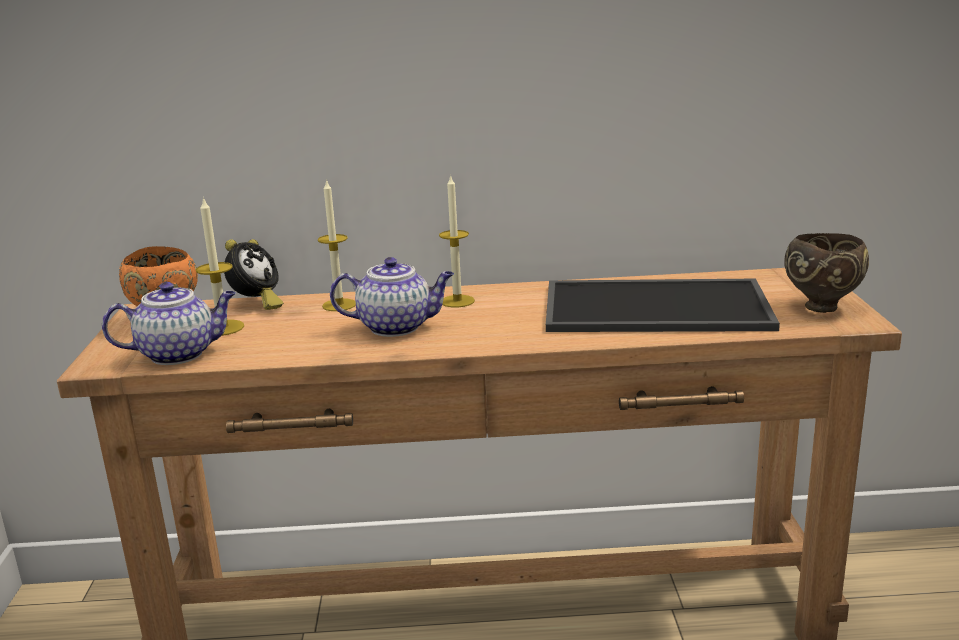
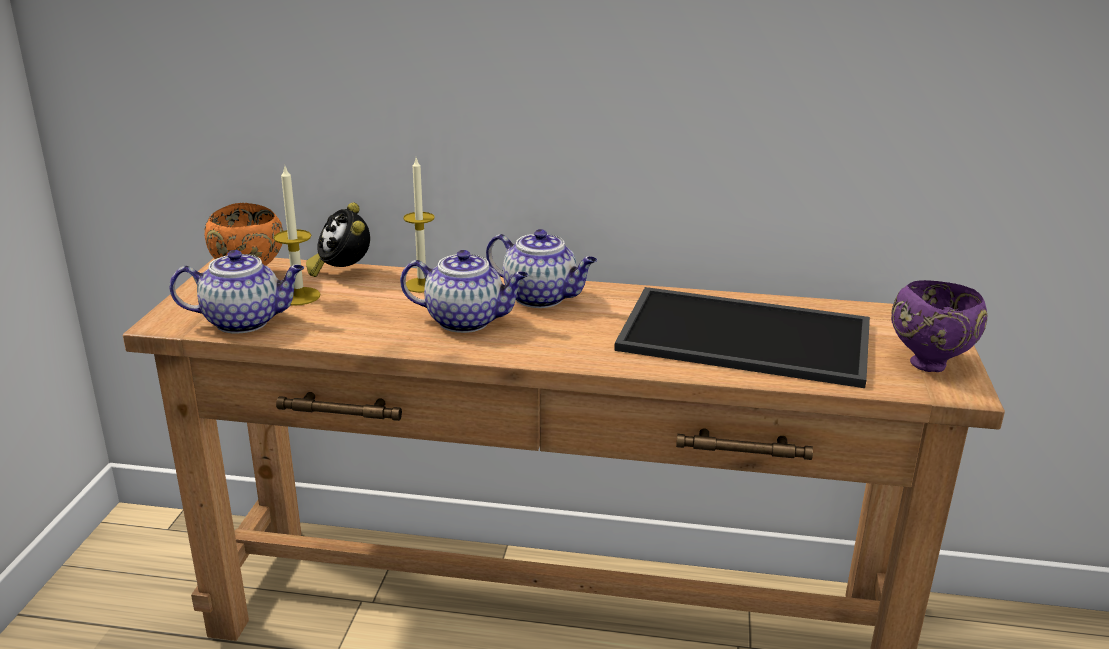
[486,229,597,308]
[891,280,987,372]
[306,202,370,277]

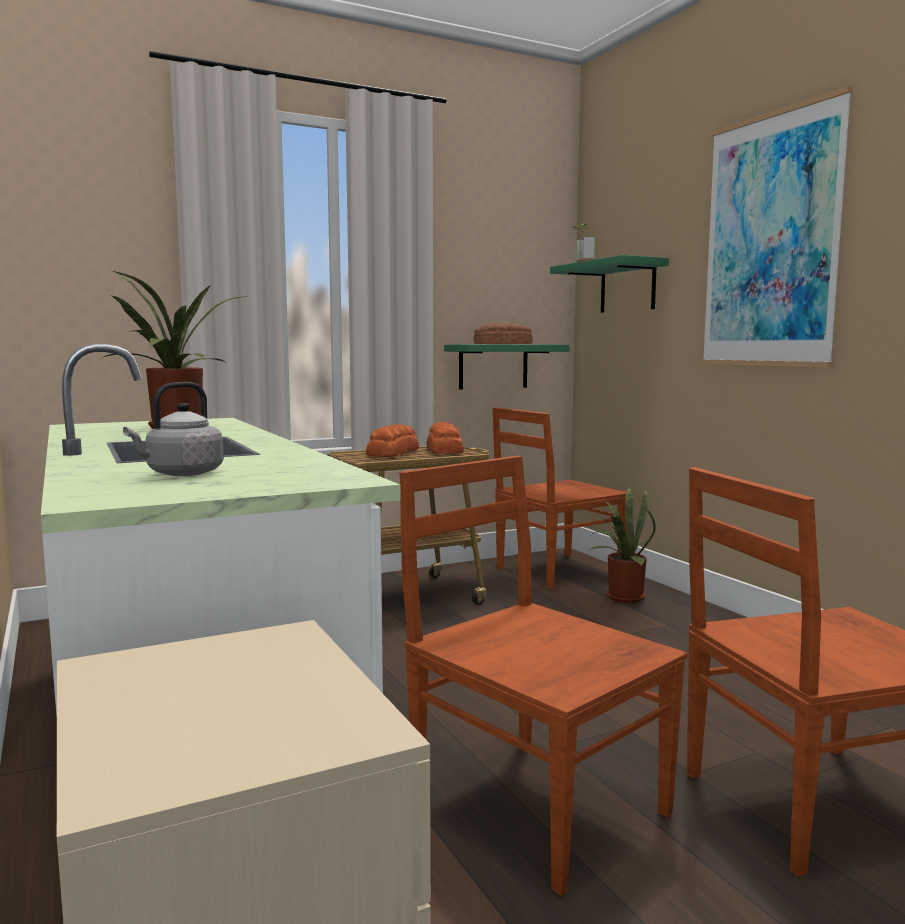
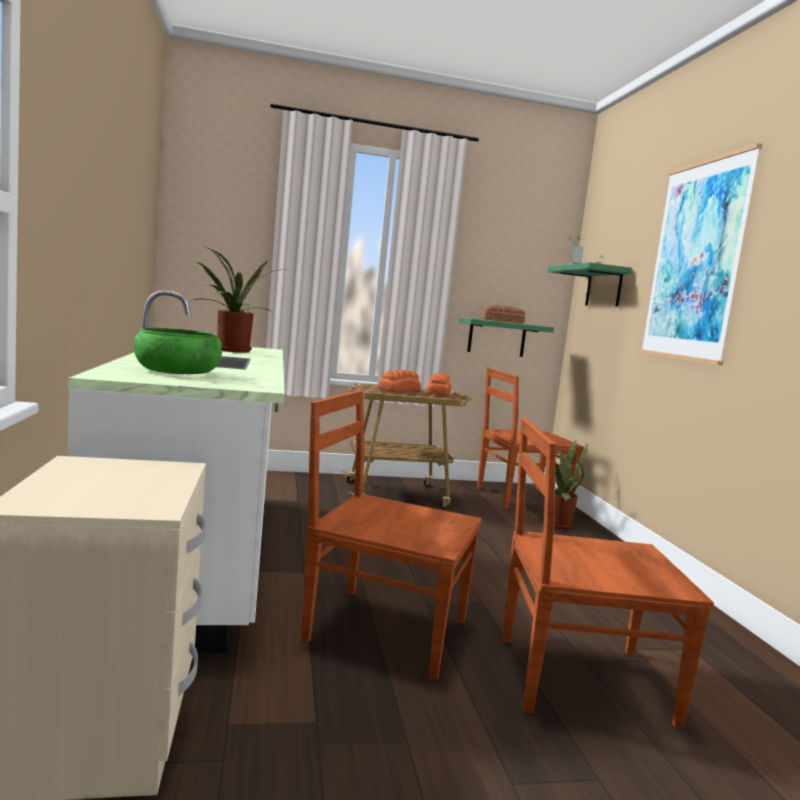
[134,328,222,374]
[301,390,482,680]

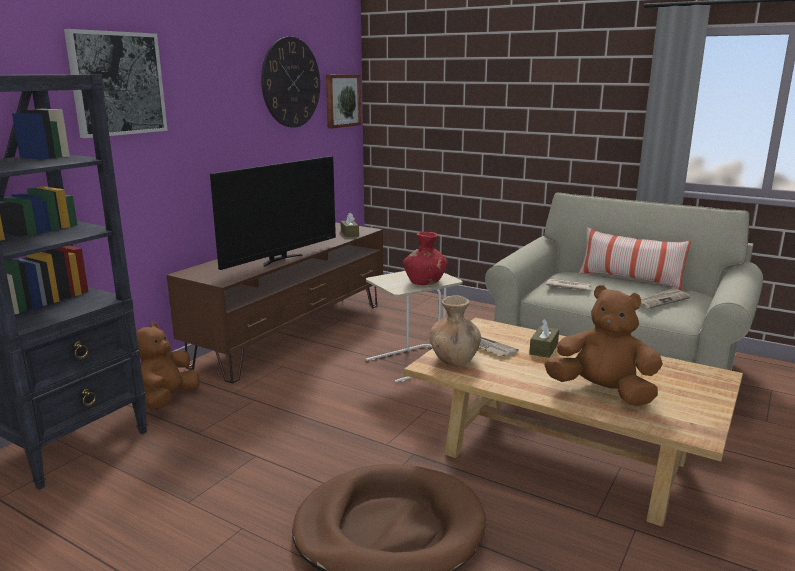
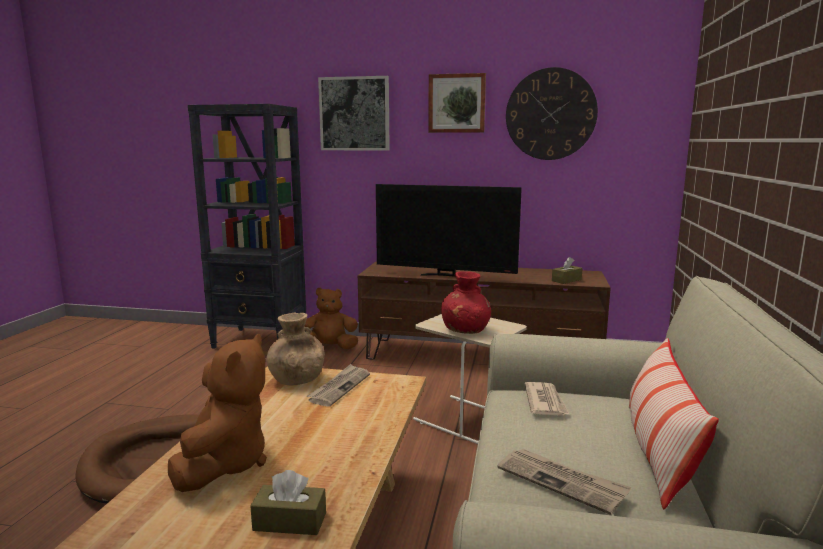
[428,73,486,133]
[250,470,326,535]

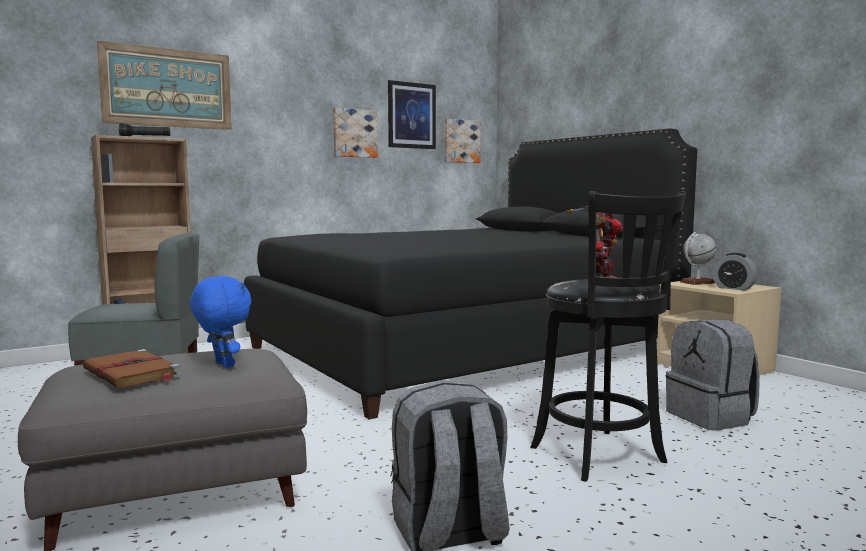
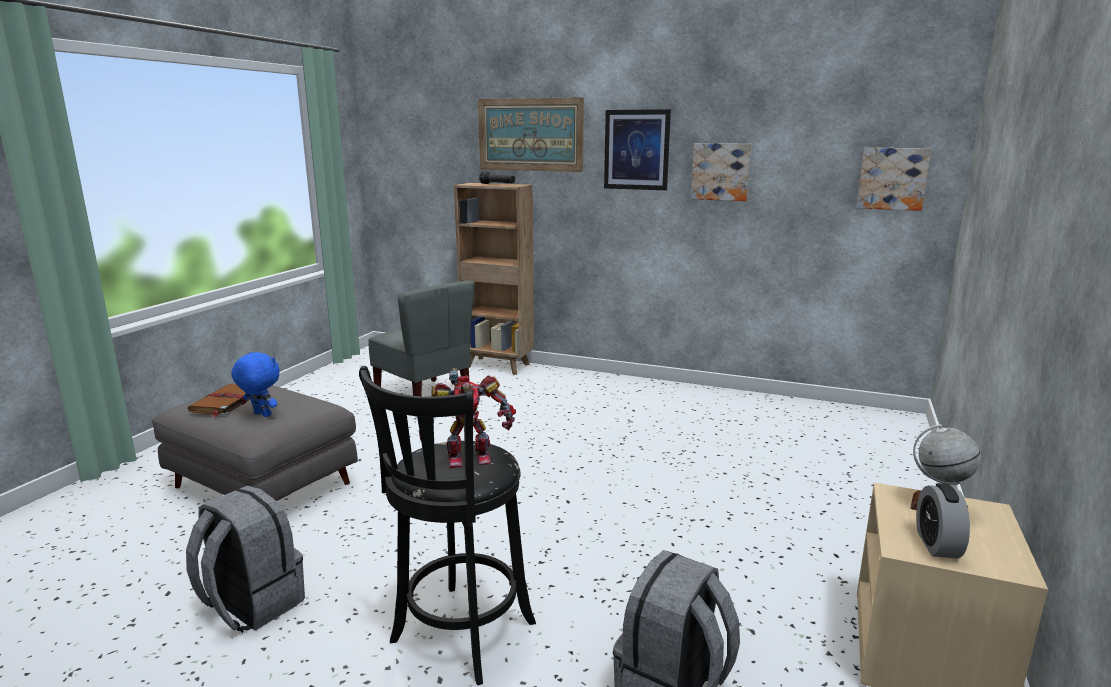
[244,129,697,420] (first image)
[604,109,671,190]
[231,352,280,417]

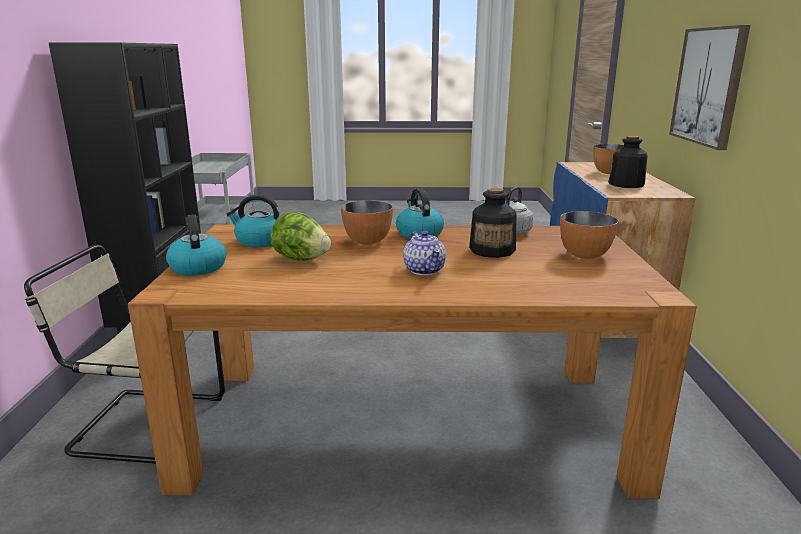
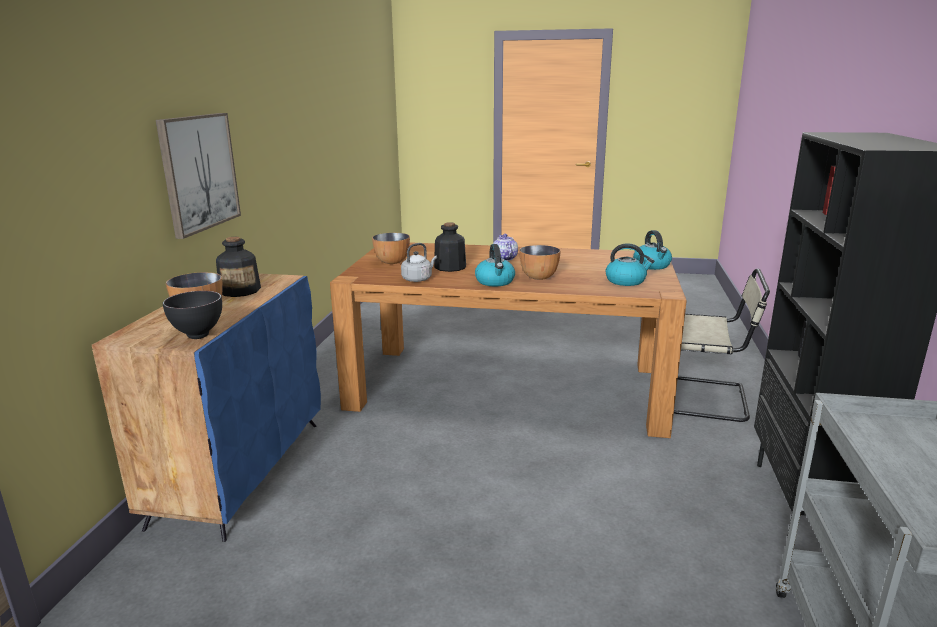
[270,212,331,261] (first image)
[163,291,222,339]

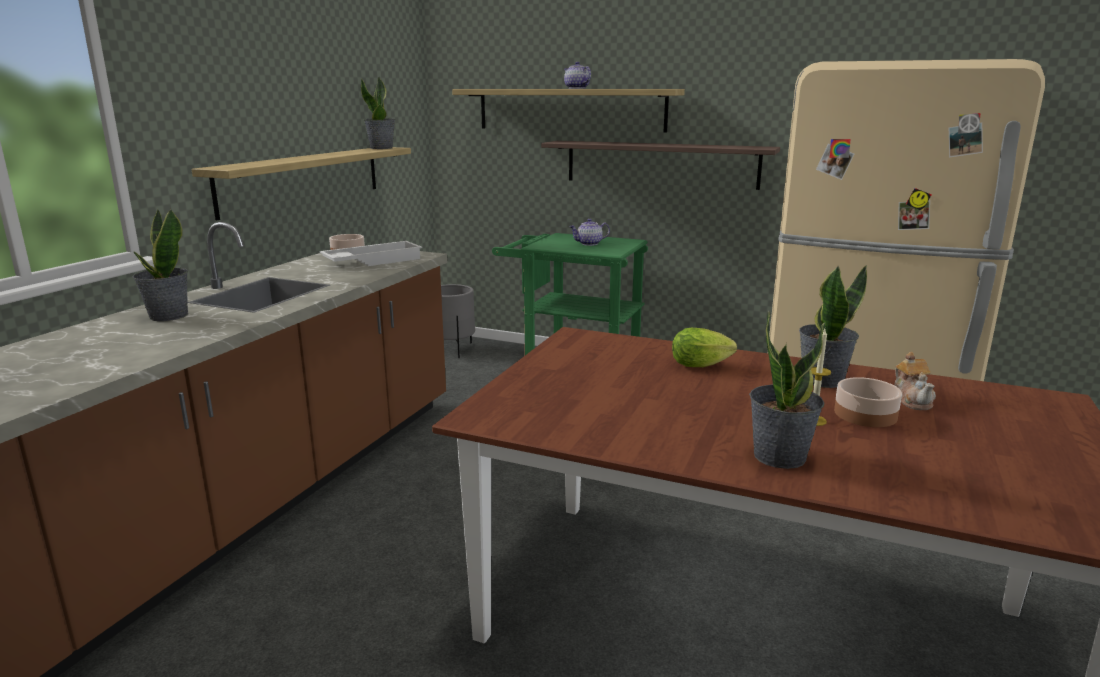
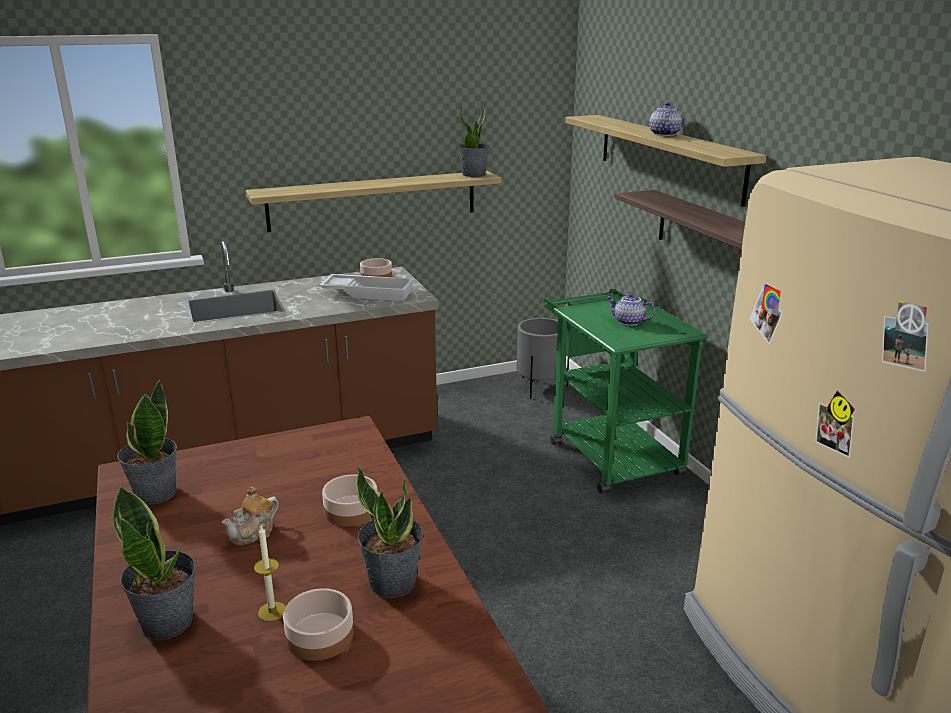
[117,380,177,505]
[222,487,279,546]
[322,474,377,527]

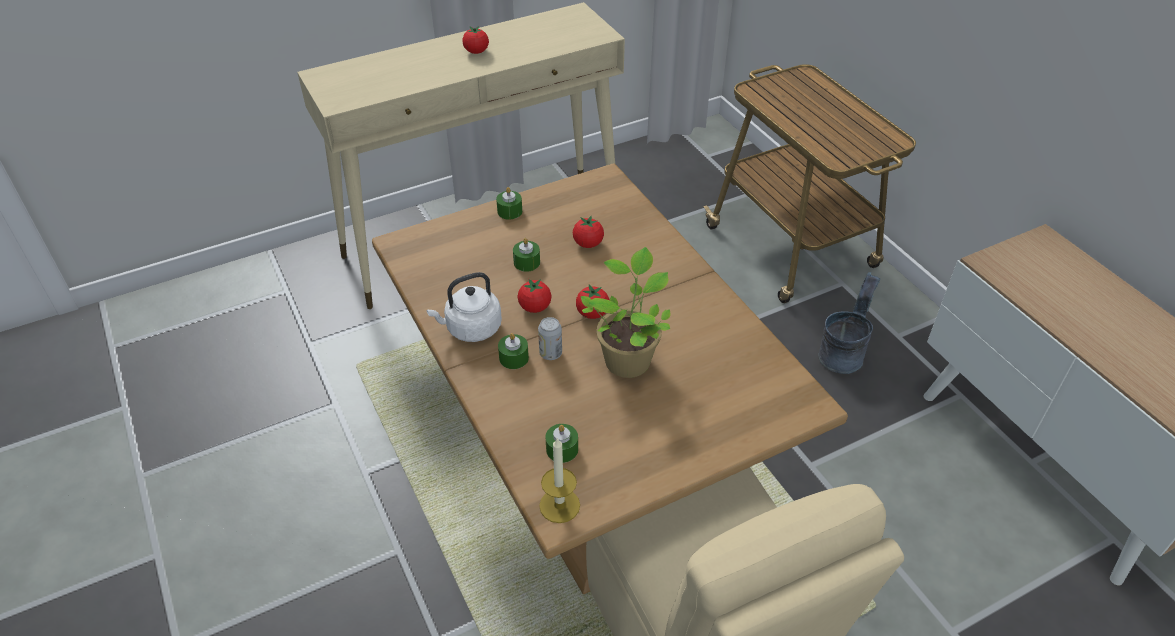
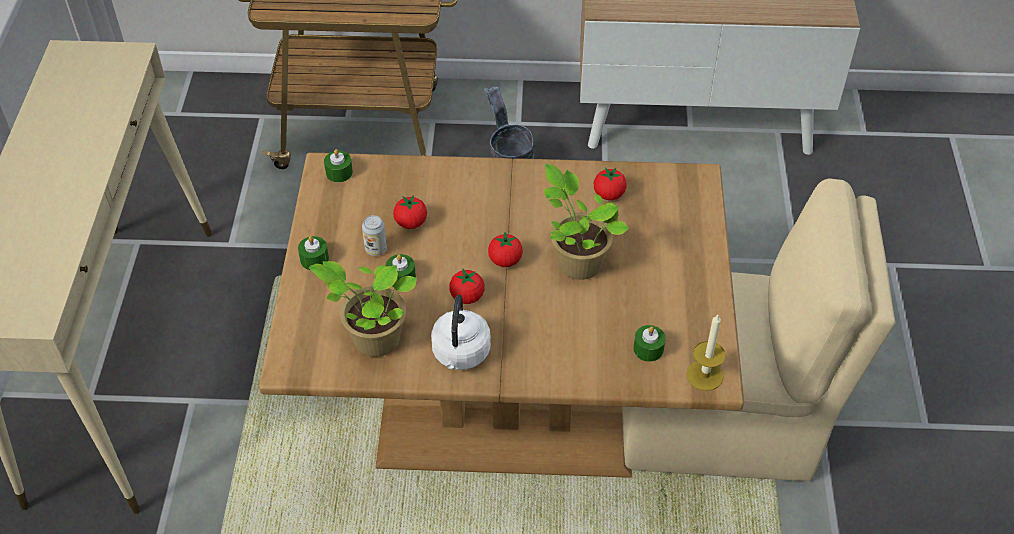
[309,261,417,357]
[594,167,627,200]
[324,149,353,182]
[362,215,387,256]

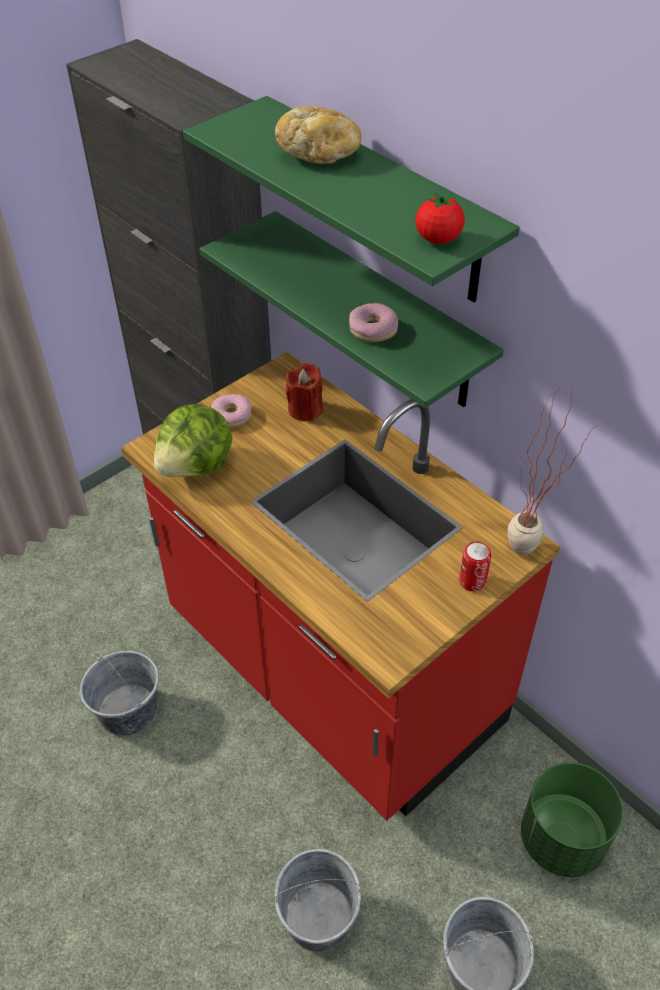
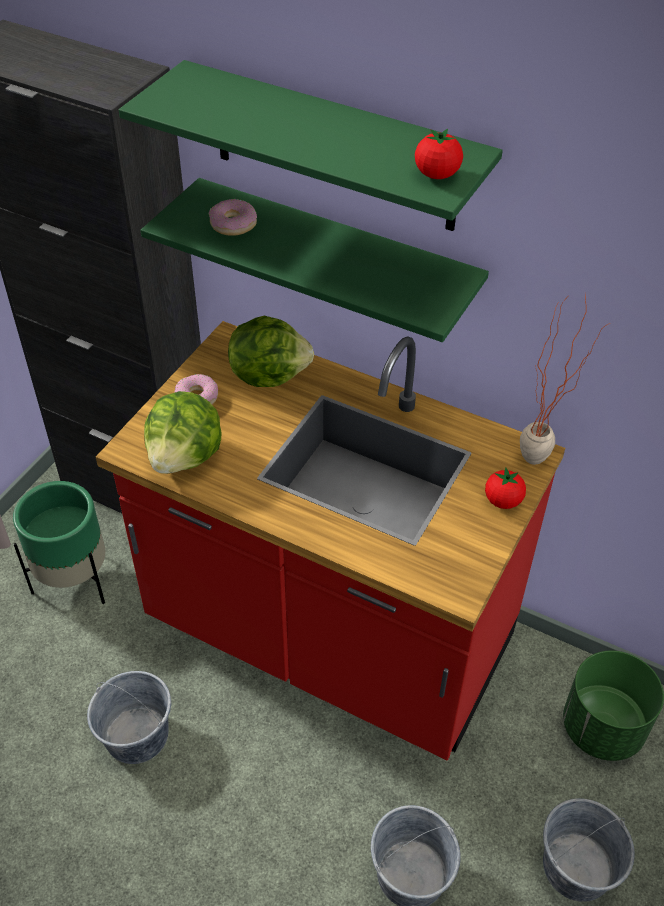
[275,106,361,164] (first image)
[13,481,106,604]
[208,199,257,236]
[228,316,314,387]
[485,468,526,509]

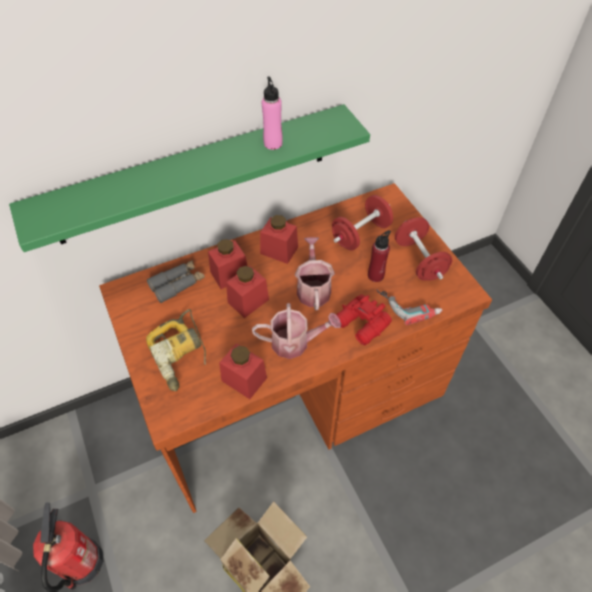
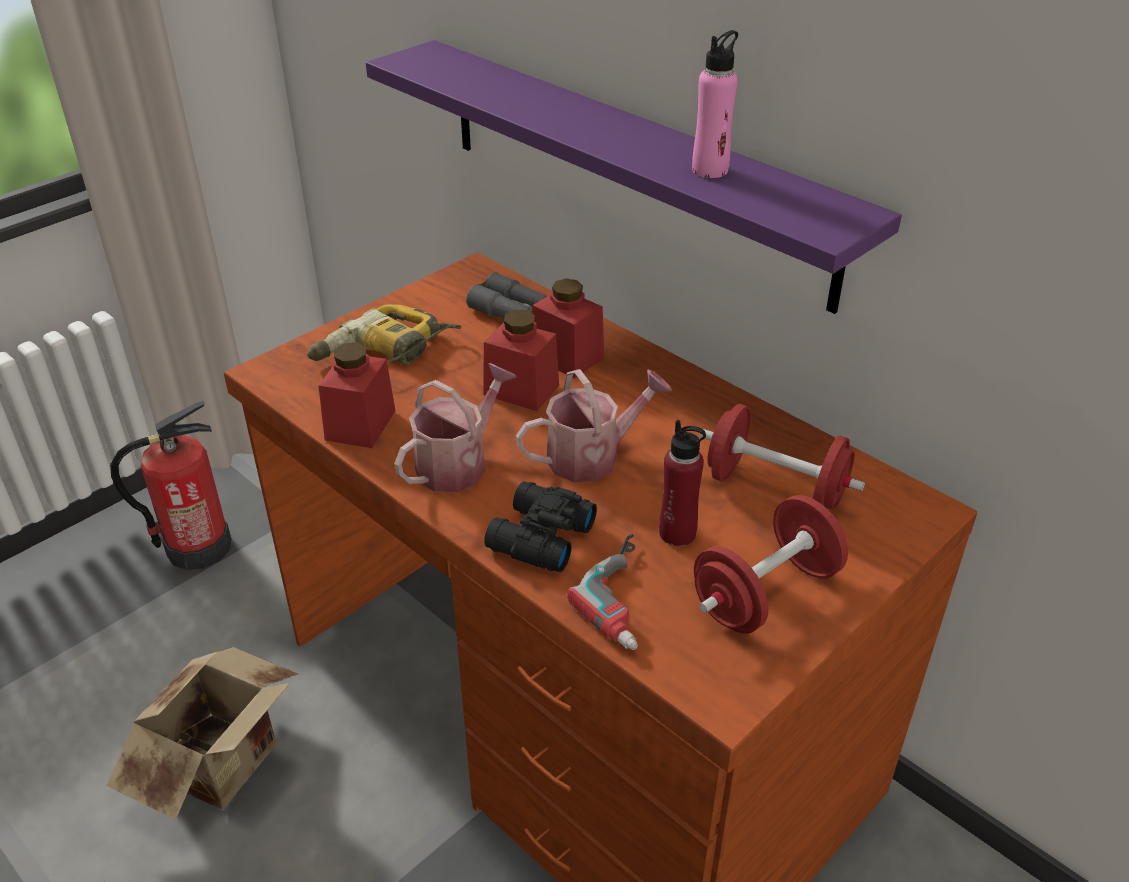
[260,215,298,264] (first image)
[366,40,902,314]
[484,481,597,572]
[394,363,517,492]

